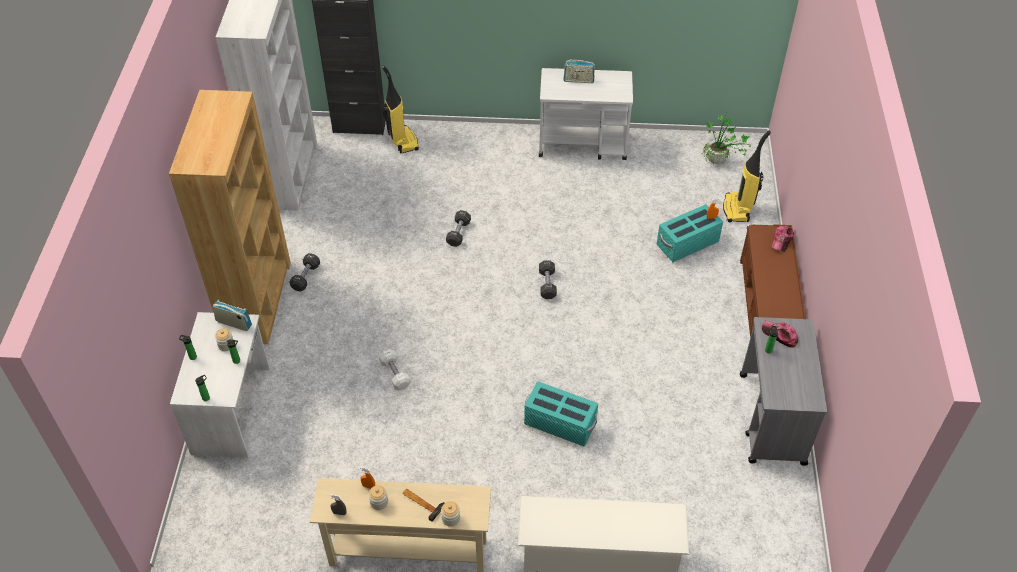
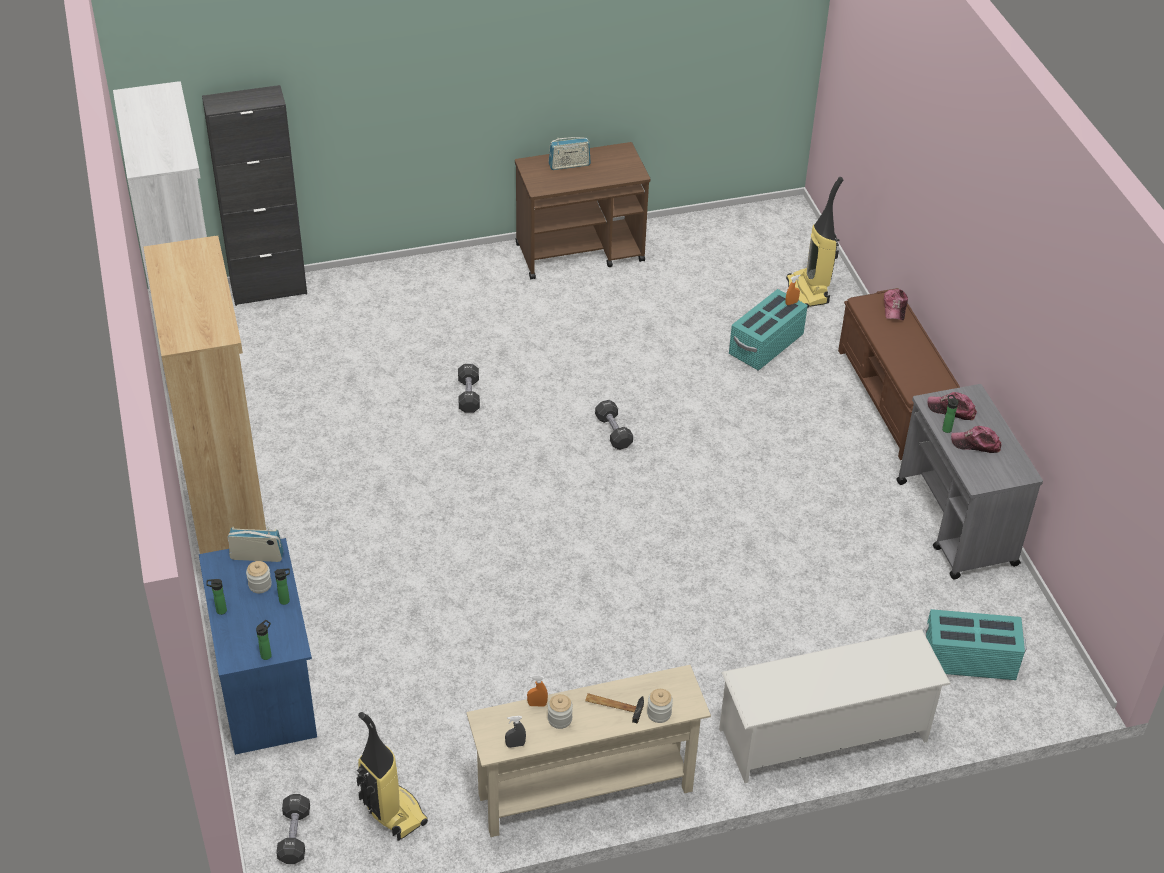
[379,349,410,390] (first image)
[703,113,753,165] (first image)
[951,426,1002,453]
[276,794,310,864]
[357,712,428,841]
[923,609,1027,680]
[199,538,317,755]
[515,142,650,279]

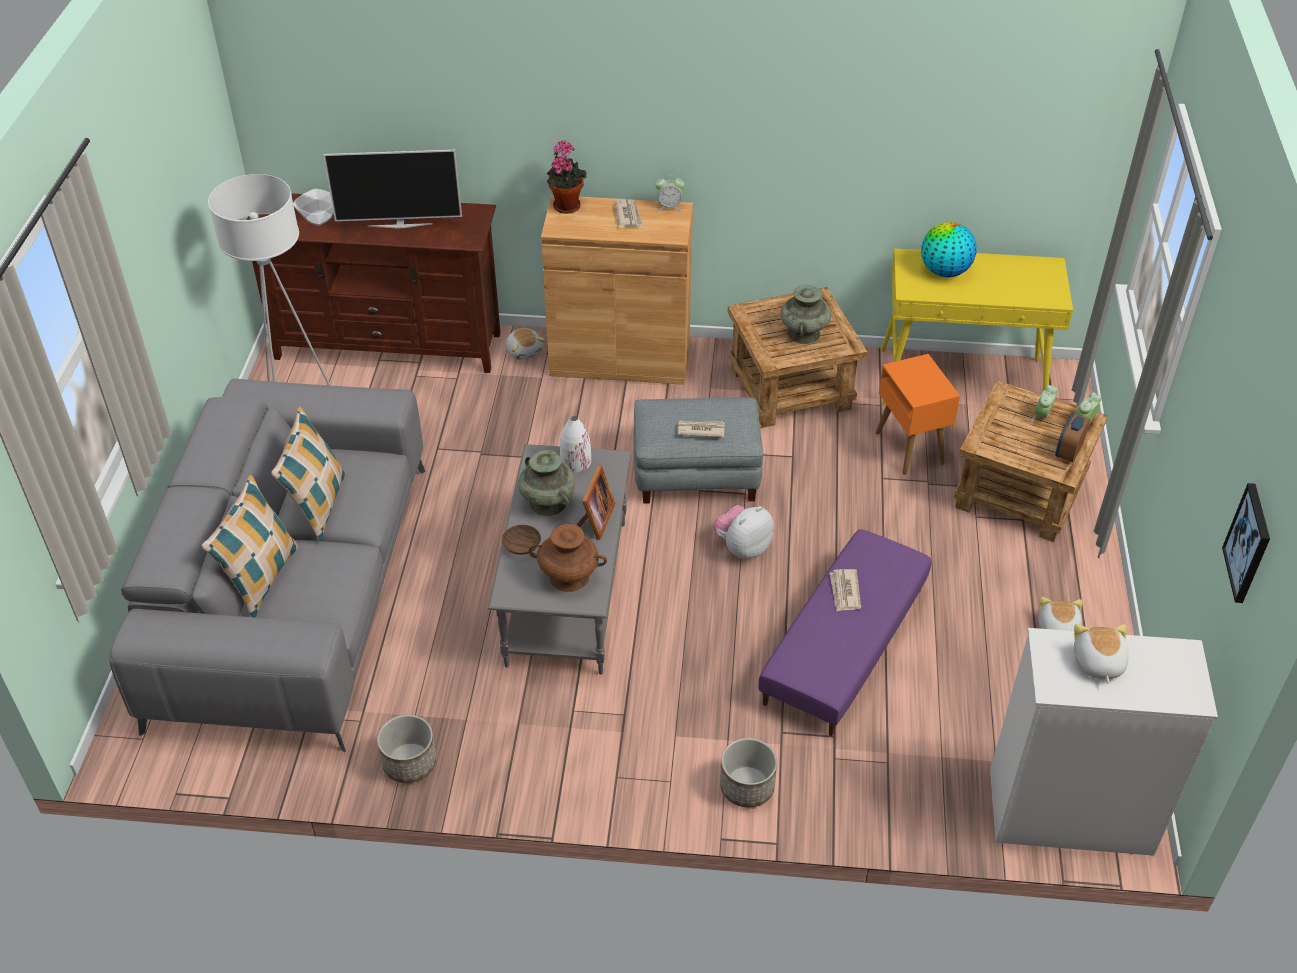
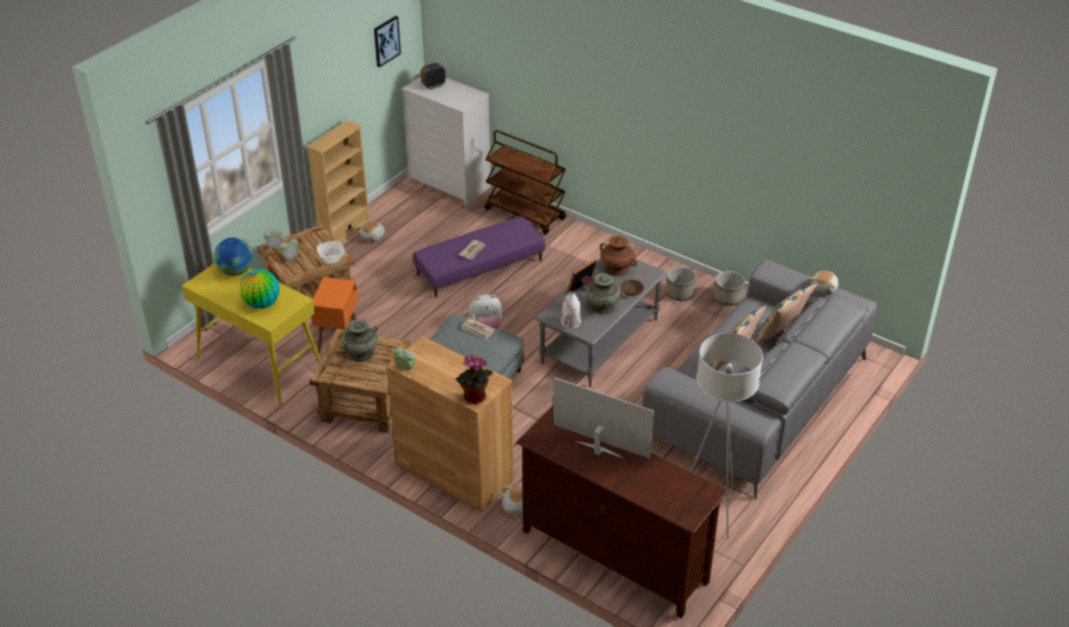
[615,200,643,227] (first image)
[214,238,253,276]
[306,120,371,243]
[484,130,566,235]
[317,241,345,265]
[666,266,696,301]
[421,63,446,90]
[809,271,838,295]

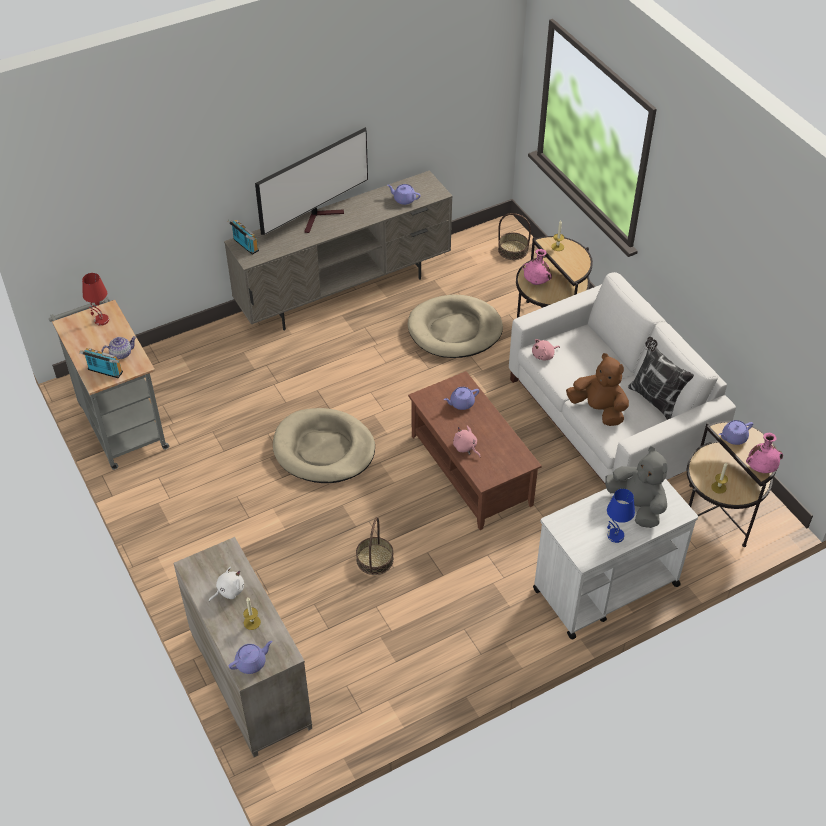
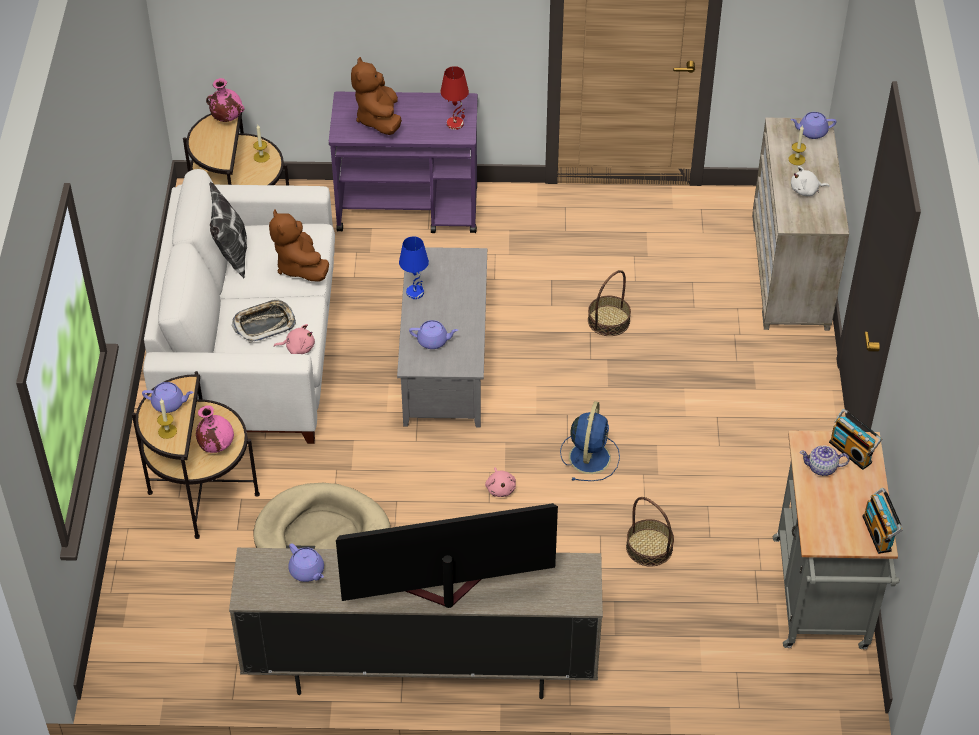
[232,298,296,343]
[440,66,469,130]
[862,488,903,554]
[485,467,516,497]
[626,497,674,567]
[399,236,429,299]
[142,382,193,413]
[560,401,620,481]
[397,247,487,428]
[329,92,478,233]
[351,57,402,135]

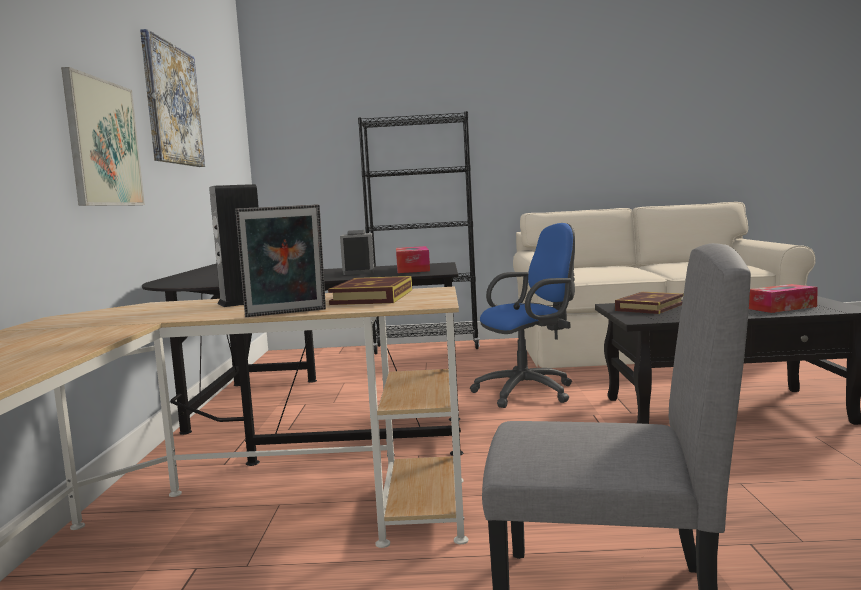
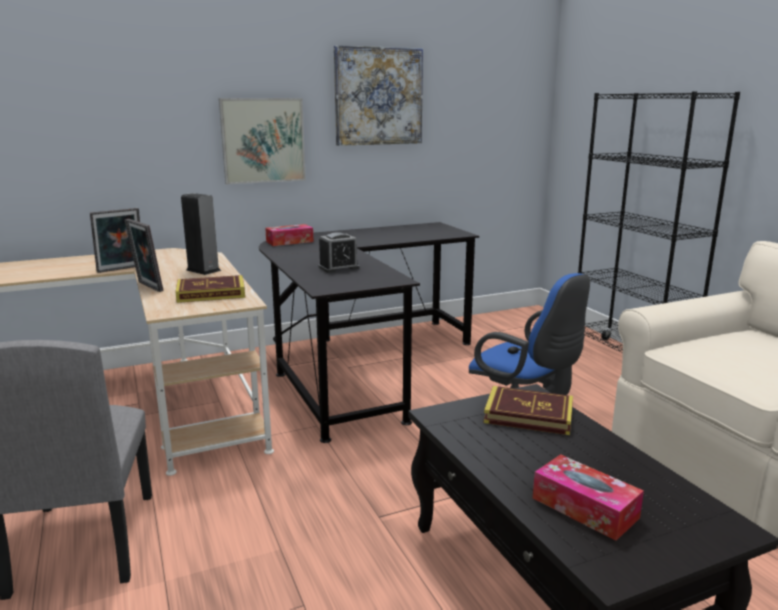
[90,208,140,273]
[265,224,314,246]

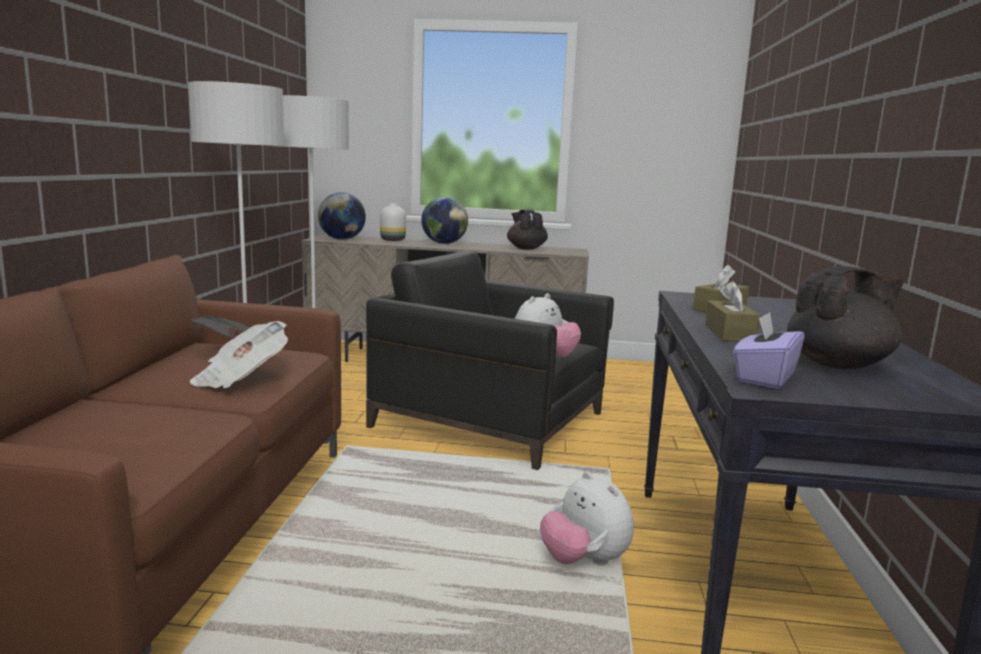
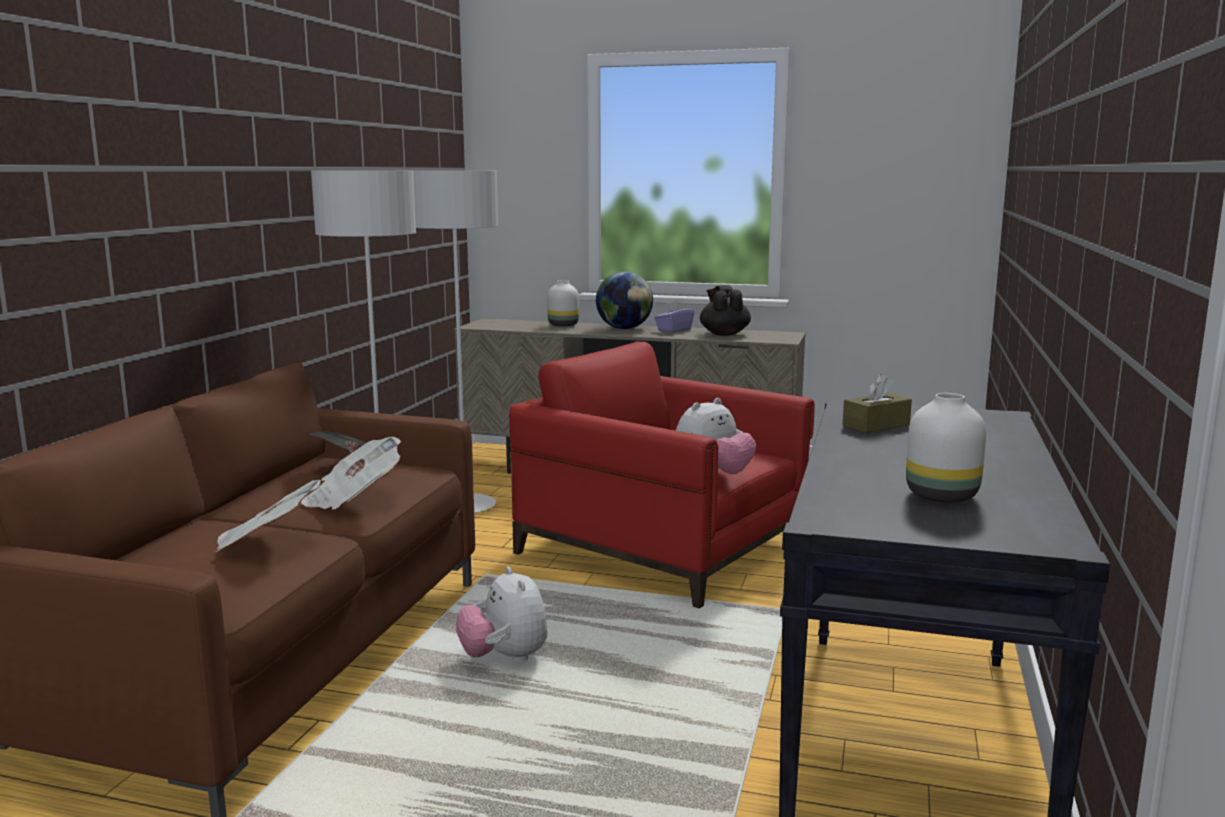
[318,192,366,240] (first image)
[705,281,761,341] (first image)
[216,480,321,552]
[456,567,548,662]
[655,301,694,333]
[906,393,986,502]
[509,342,815,609]

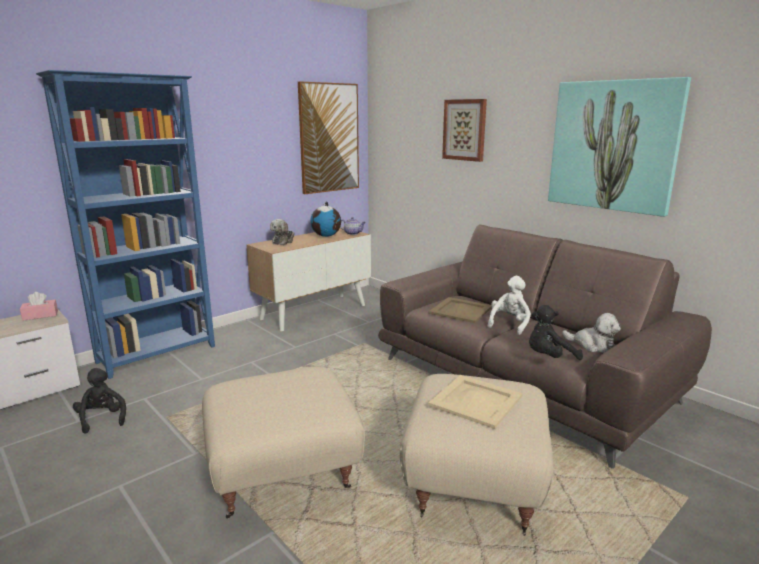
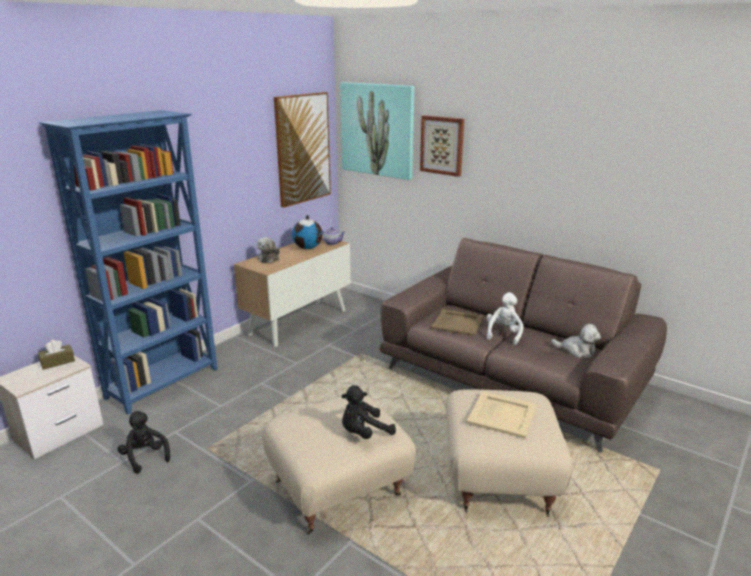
[341,385,396,439]
[340,82,415,180]
[38,340,75,370]

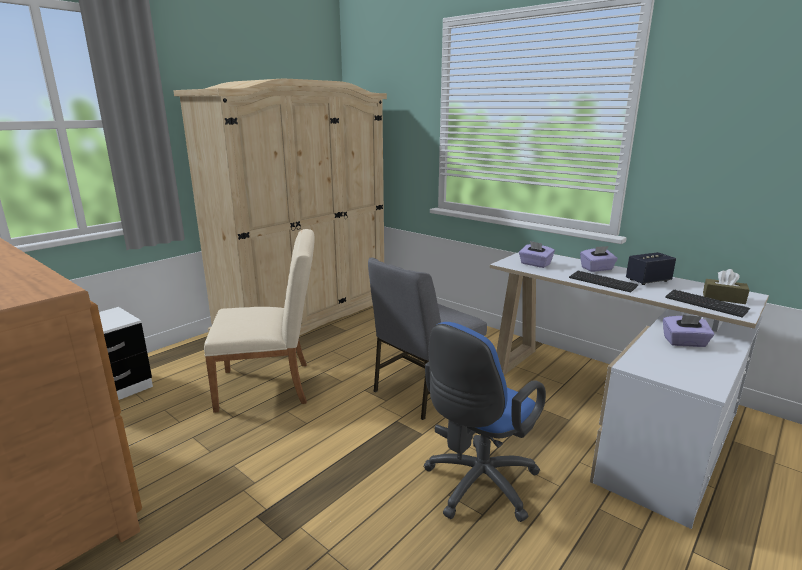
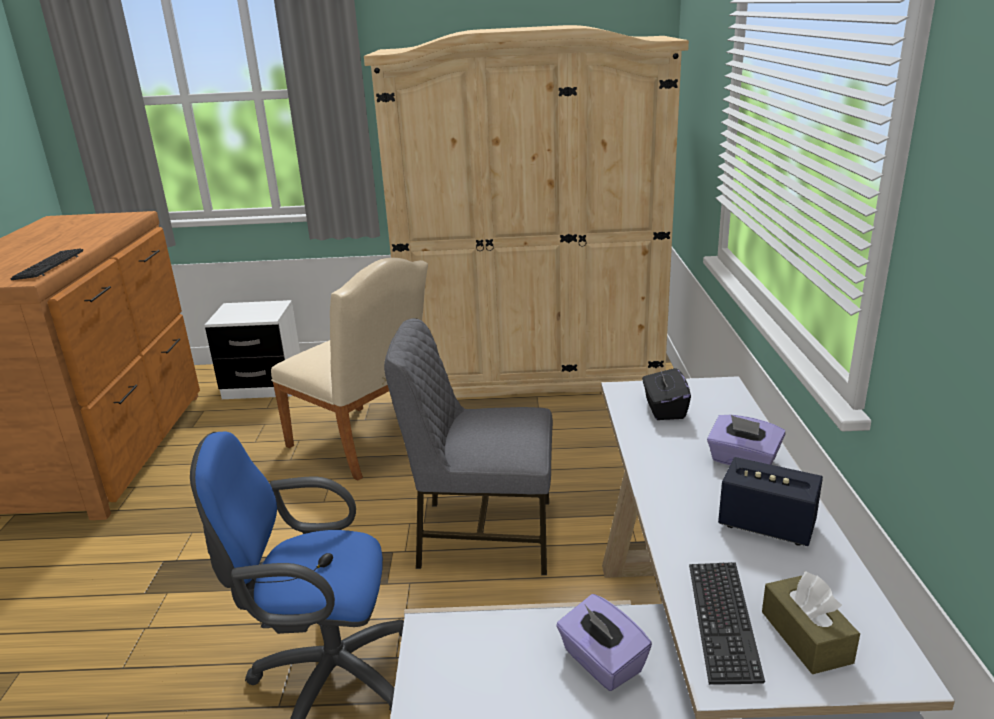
[10,248,83,280]
[642,366,691,420]

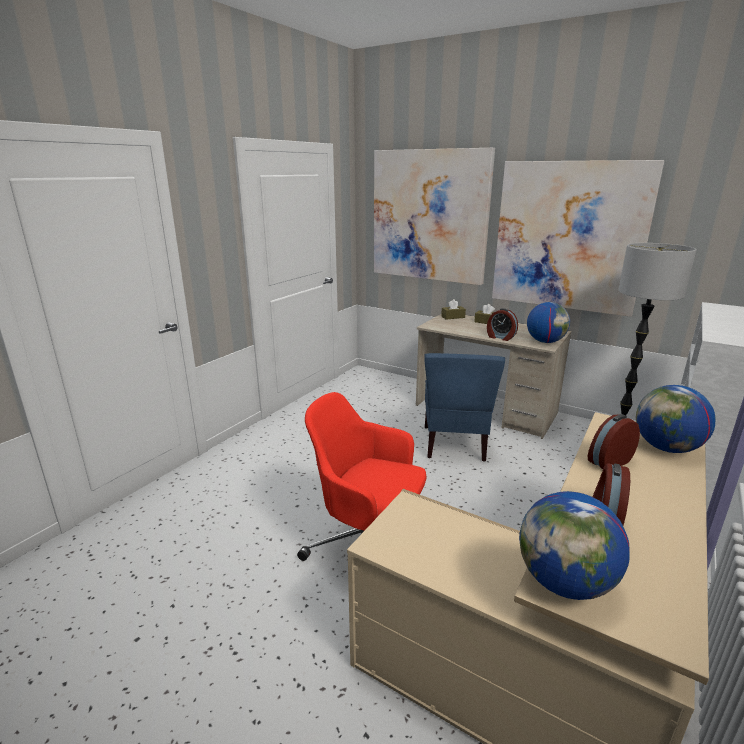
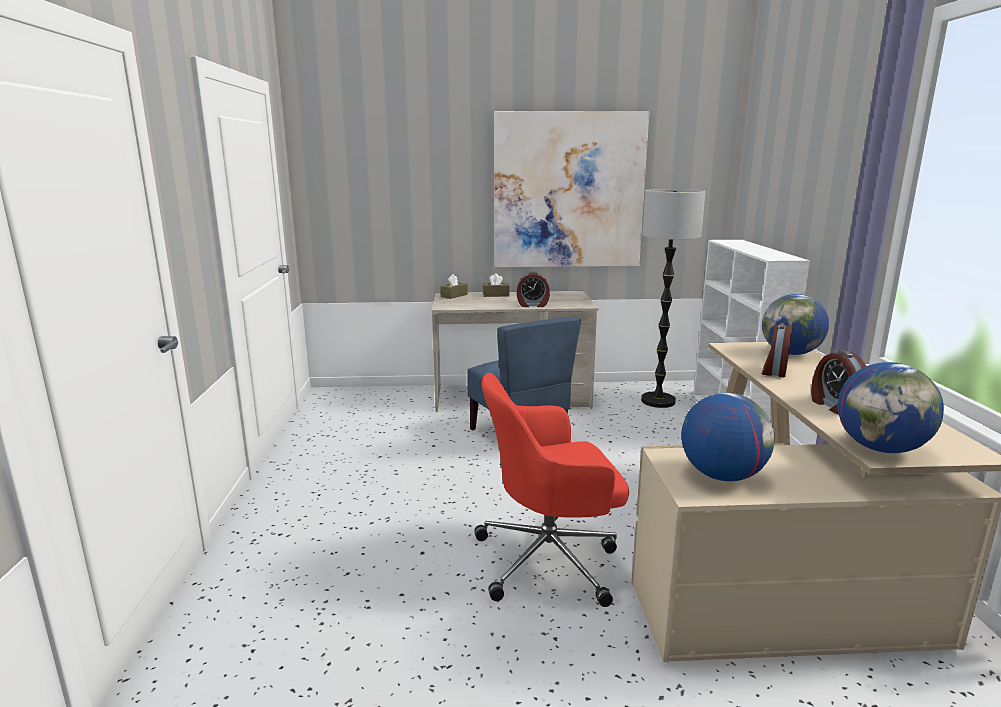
[374,148,495,285] (first image)
[681,393,774,481]

